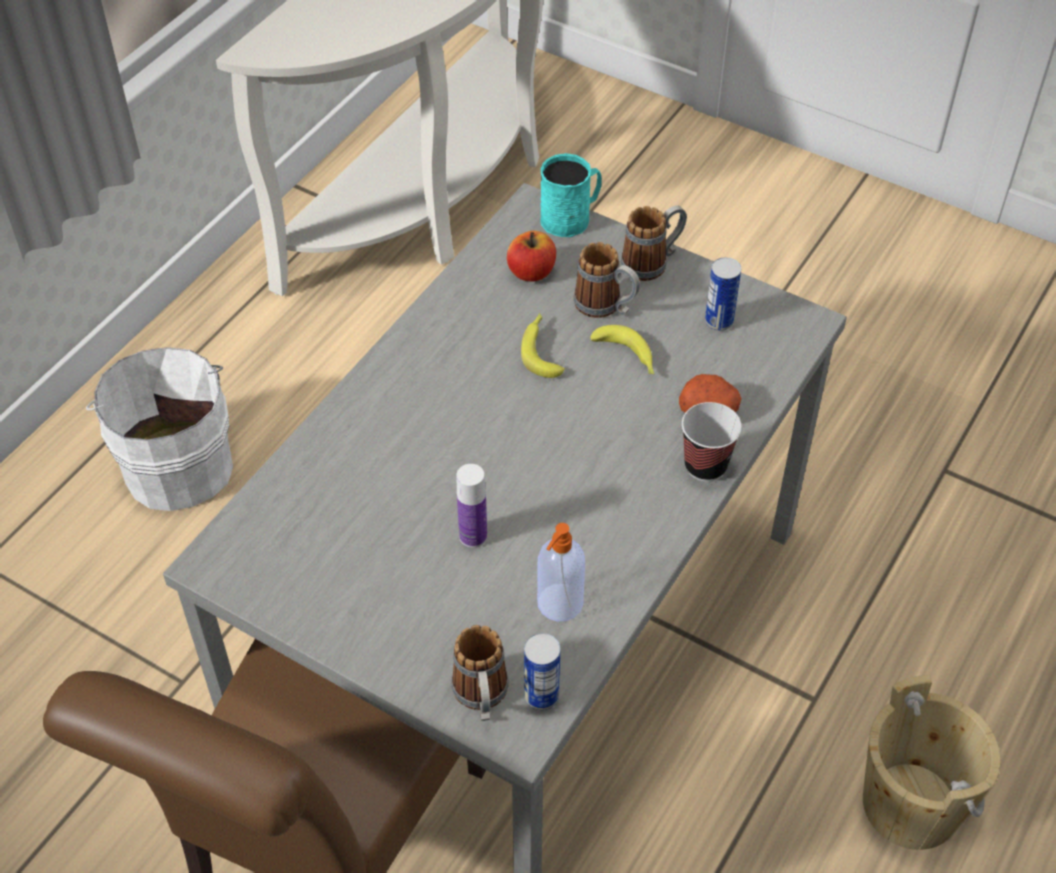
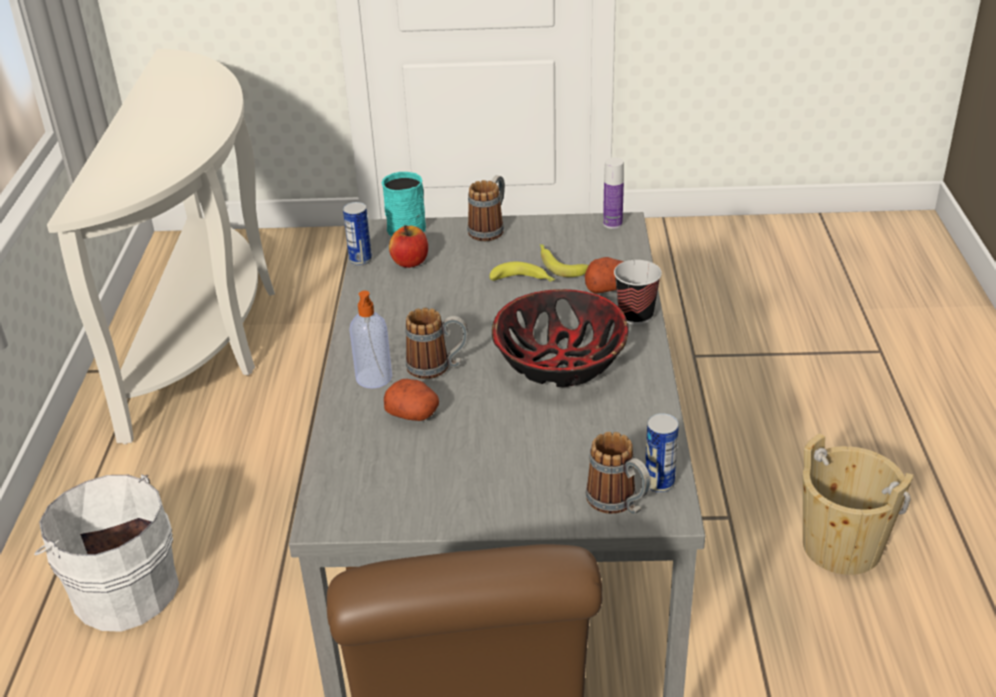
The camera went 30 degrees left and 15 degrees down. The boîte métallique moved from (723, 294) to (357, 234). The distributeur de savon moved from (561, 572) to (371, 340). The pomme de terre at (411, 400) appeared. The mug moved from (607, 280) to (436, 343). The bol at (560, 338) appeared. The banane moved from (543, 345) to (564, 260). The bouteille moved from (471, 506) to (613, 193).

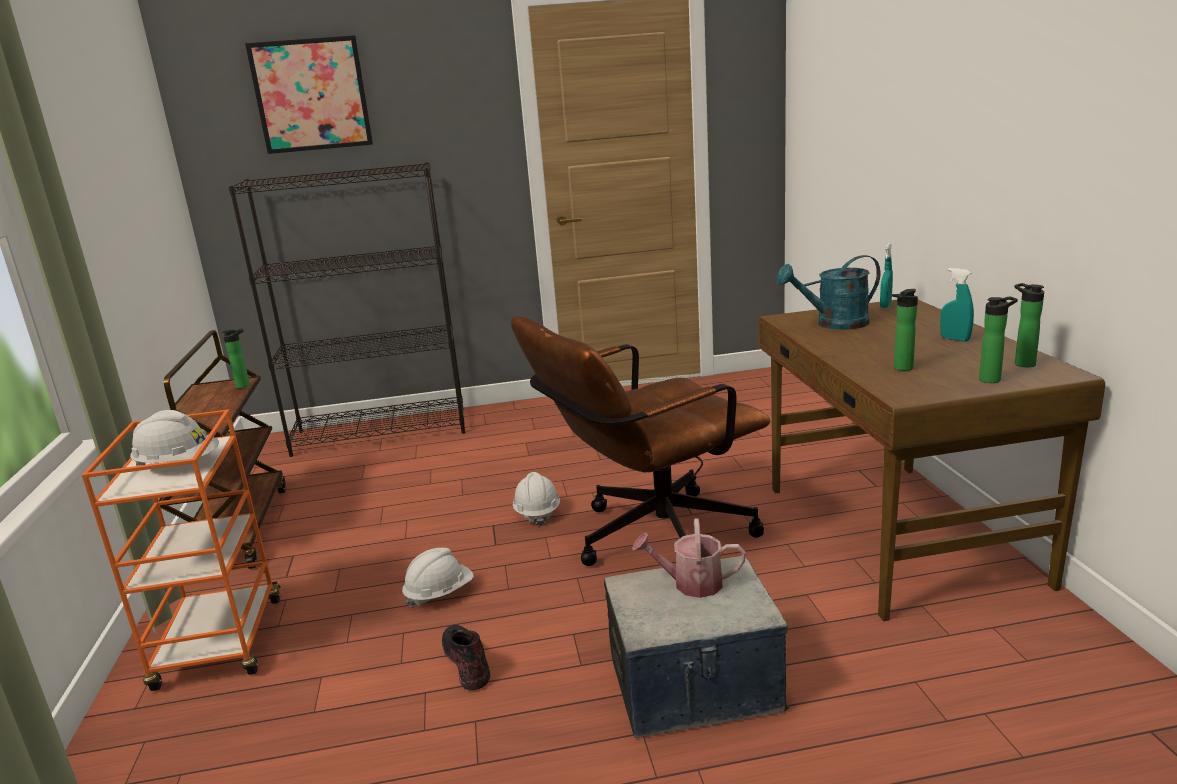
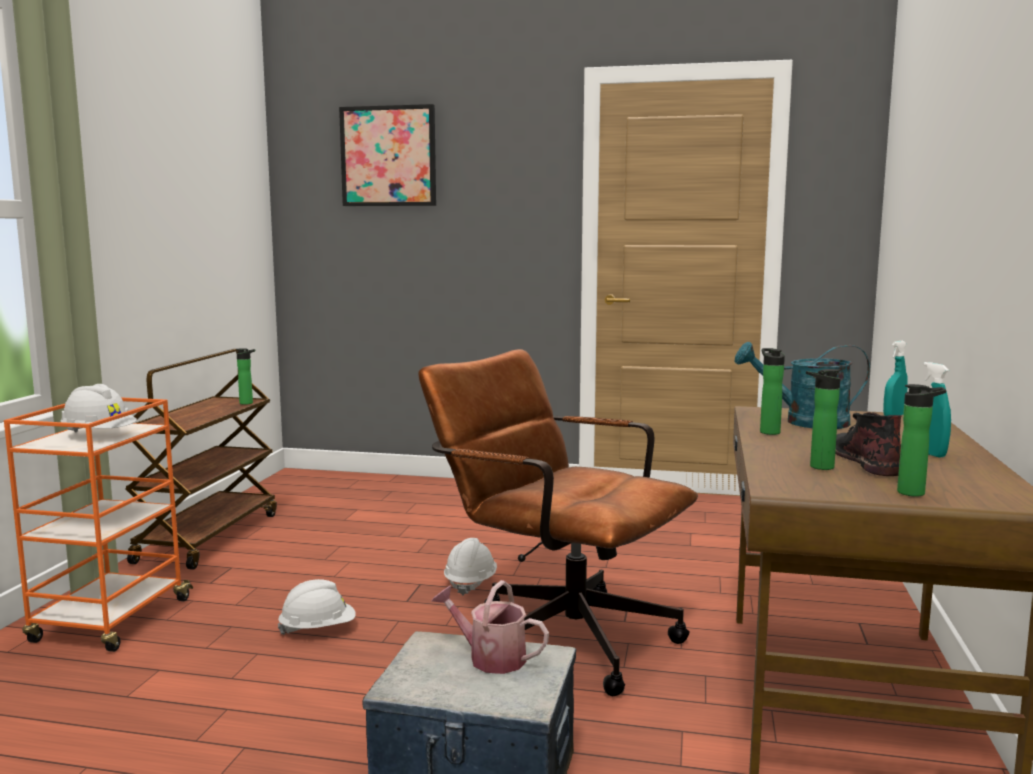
The camera went 20 degrees right and 10 degrees down. The chaise de bureau (marron) at (640, 441) turned 45 degrees clockwise. The bouteille moved from (1029, 325) to (772, 391). The botte (noir) moved from (466, 657) to (868, 444). The bibliothèque (noir) at (347, 309) disappeared.

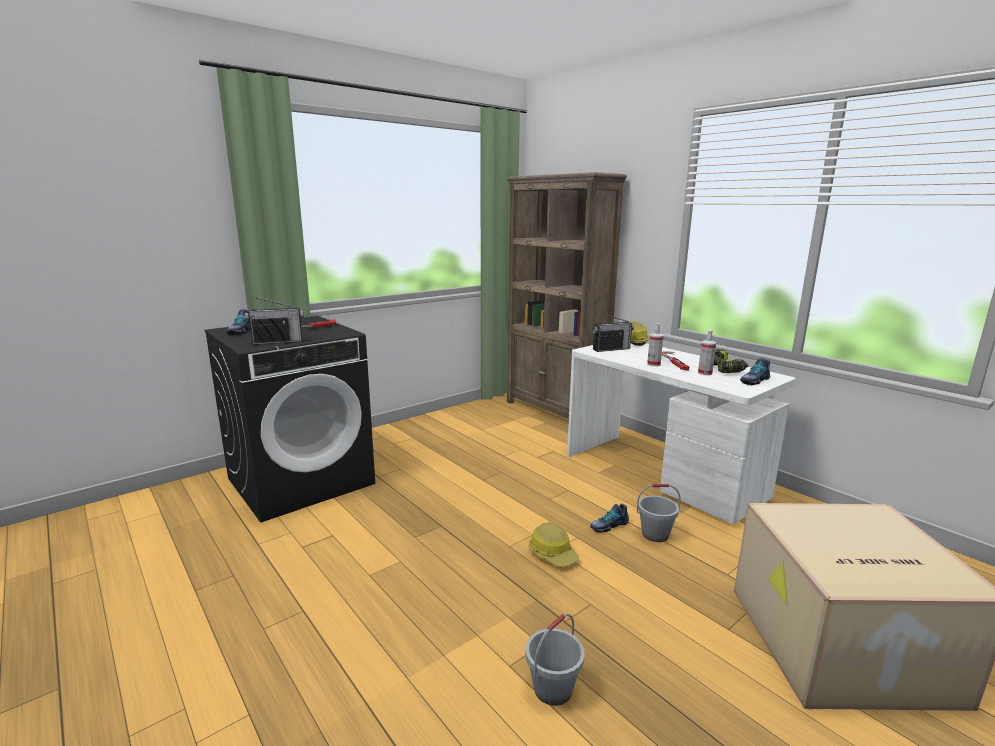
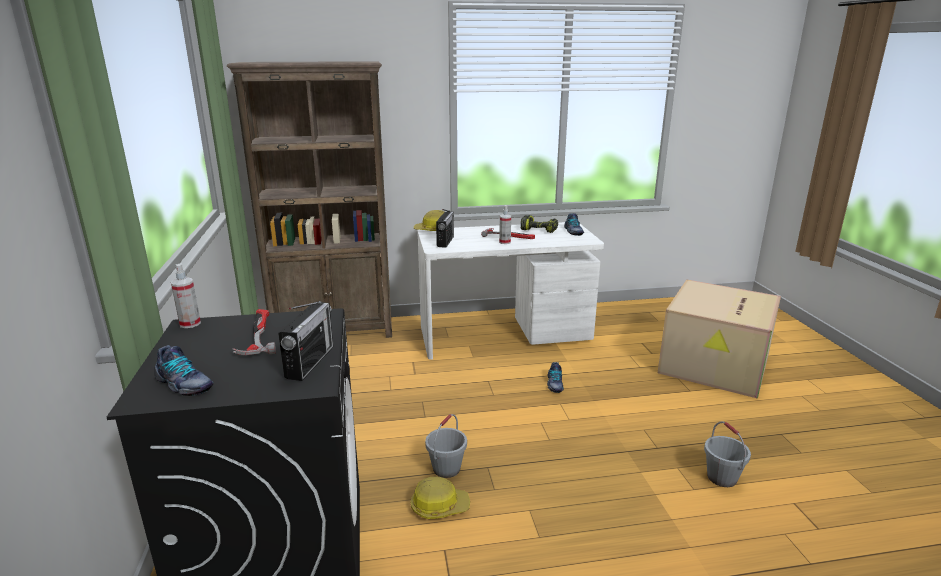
The camera went 60 degrees left and 5 degrees up. The vaporisateur moved from (707, 352) to (186, 295). The casque de chantier moved from (554, 544) to (440, 498). The seau (gris) moved from (658, 513) to (446, 446).

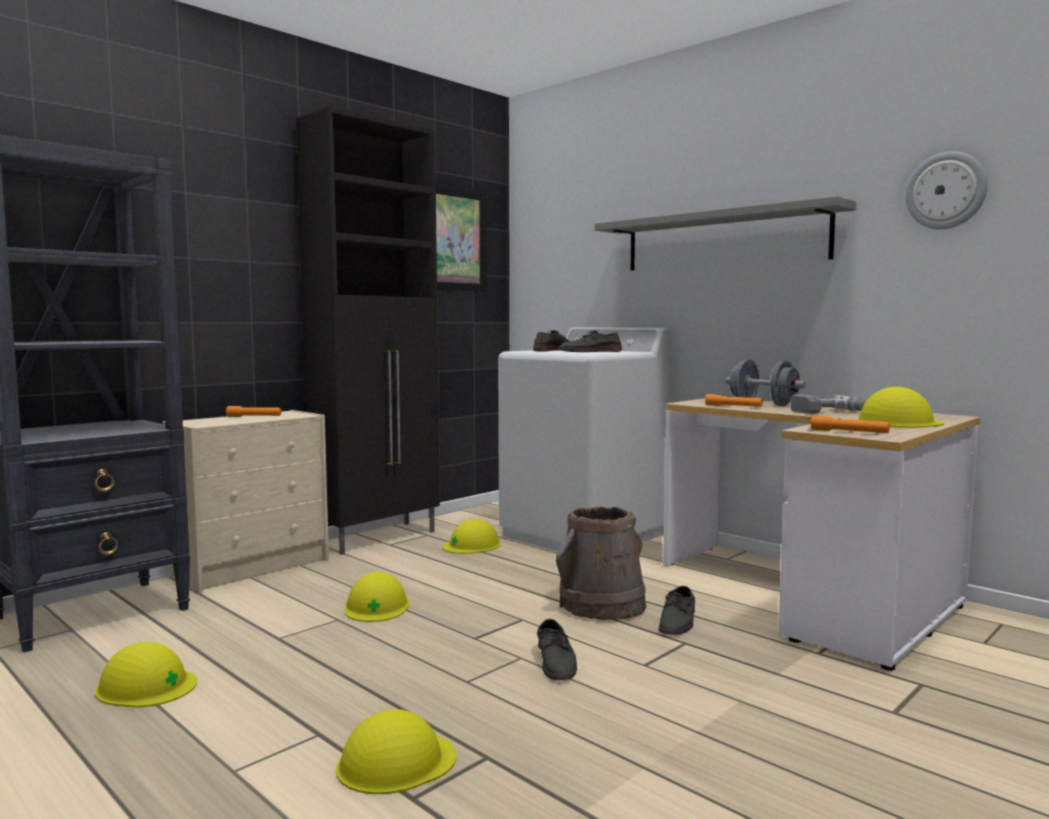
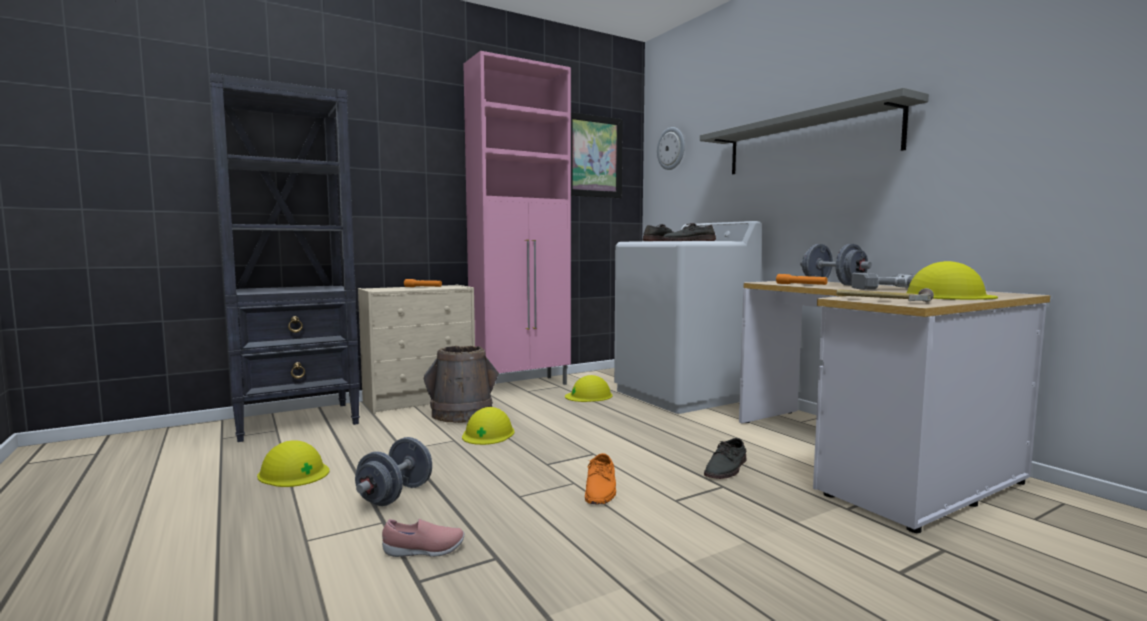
The camera went 15 degrees right and 0 degrees up. The haltère (gris) at (393, 471) appeared. The casque de chantier (jaune) at (396, 751) was replaced by the chaussure (rose) at (423, 538). The seau (marron) moved from (601, 563) to (461, 384). The meuble de rangement (noir) at (368, 331) became the meuble de rangement (rose) at (517, 222). The chaussure (gris) at (557, 649) became the chaussure (orange) at (600, 478). The horloge murale moved from (946, 190) to (671, 148). The lampe de poche (orange) at (850, 424) was replaced by the marteau at (885, 295).

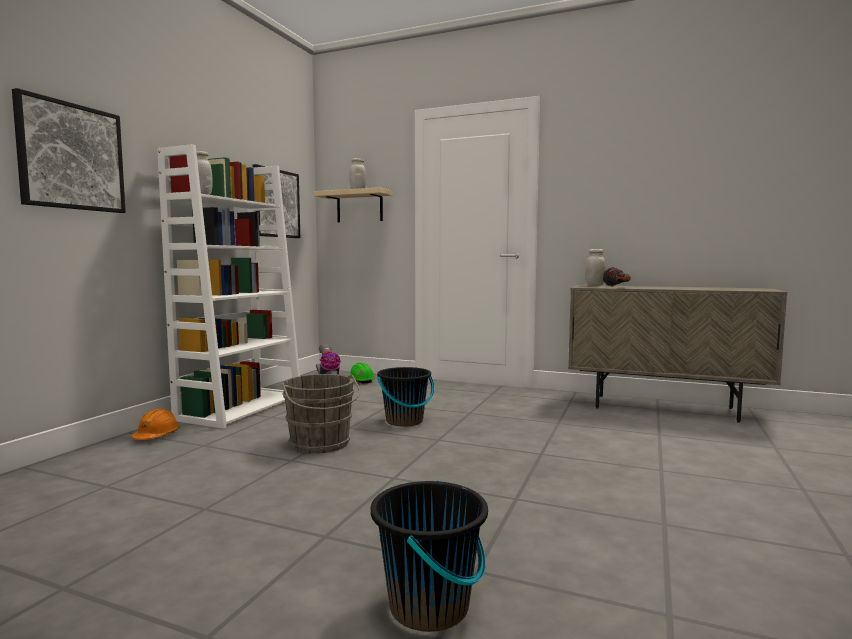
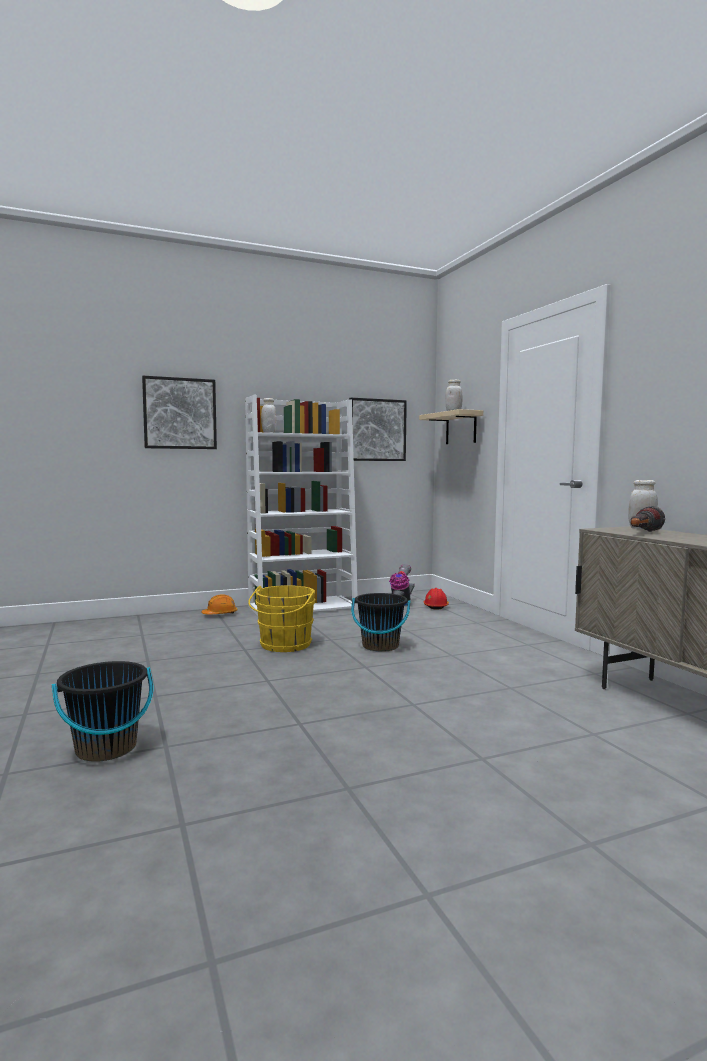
The camera went 45 degrees right and 0 degrees up. The seau (gris) at (321, 414) became the seau (jaune) at (282, 618). The casque de chantier (vert) at (361, 373) became the casque de chantier (rouge) at (436, 599).

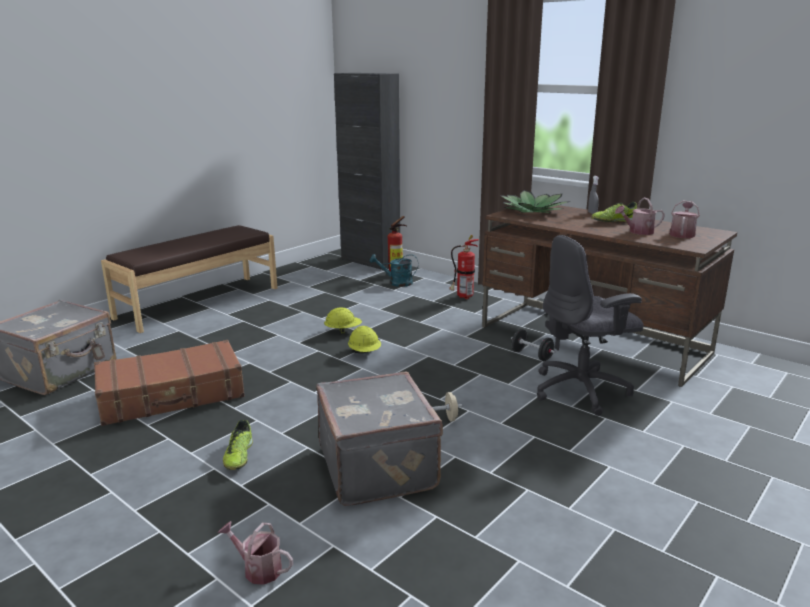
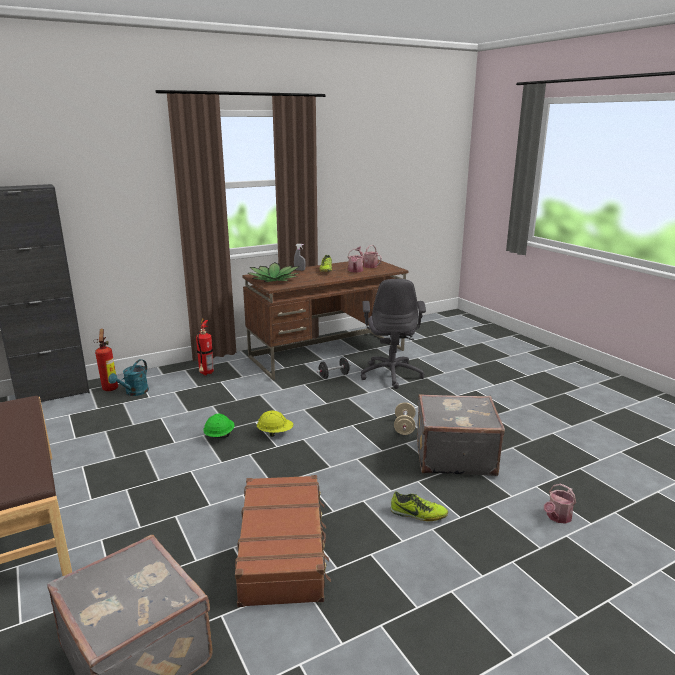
The camera went 70 degrees left and 0 degrees up. The casque de chantier (jaune) at (343, 320) became the casque de chantier (vert) at (218, 426).

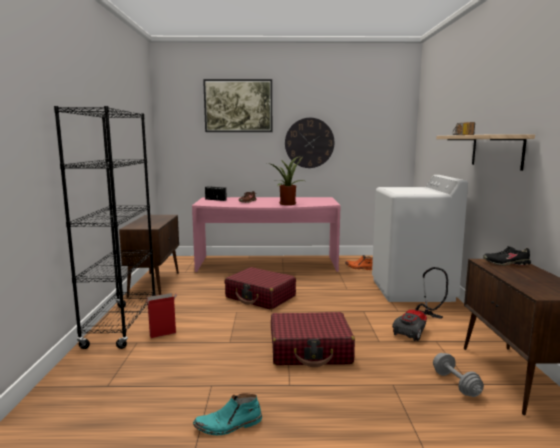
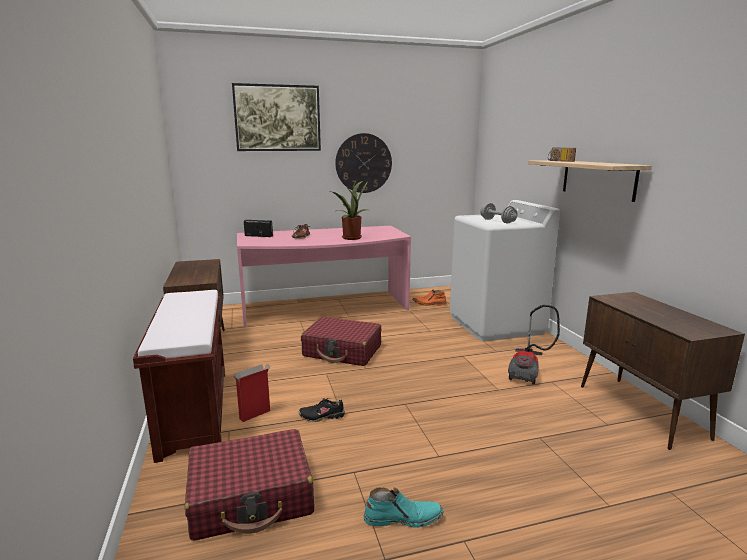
The camera went 15 degrees left and 5 degrees up. The bibliothèque (noir) at (104, 227) was replaced by the banc (marron) at (179, 376). The valise (rouge) moved from (313, 339) to (249, 485). The chaussure (noir) moved from (507, 255) to (322, 410). The botte (turquoise) at (227, 414) turned 150 degrees counterclockwise. The haltère (gris) moved from (458, 375) to (499, 213).

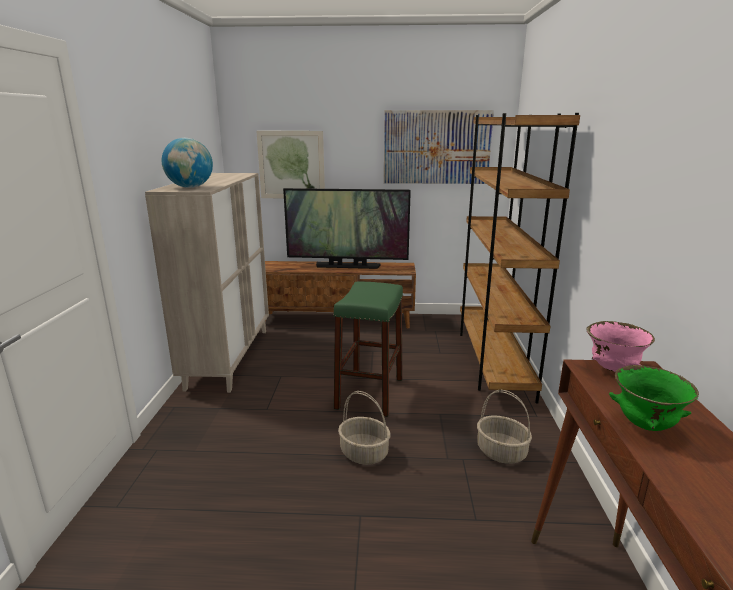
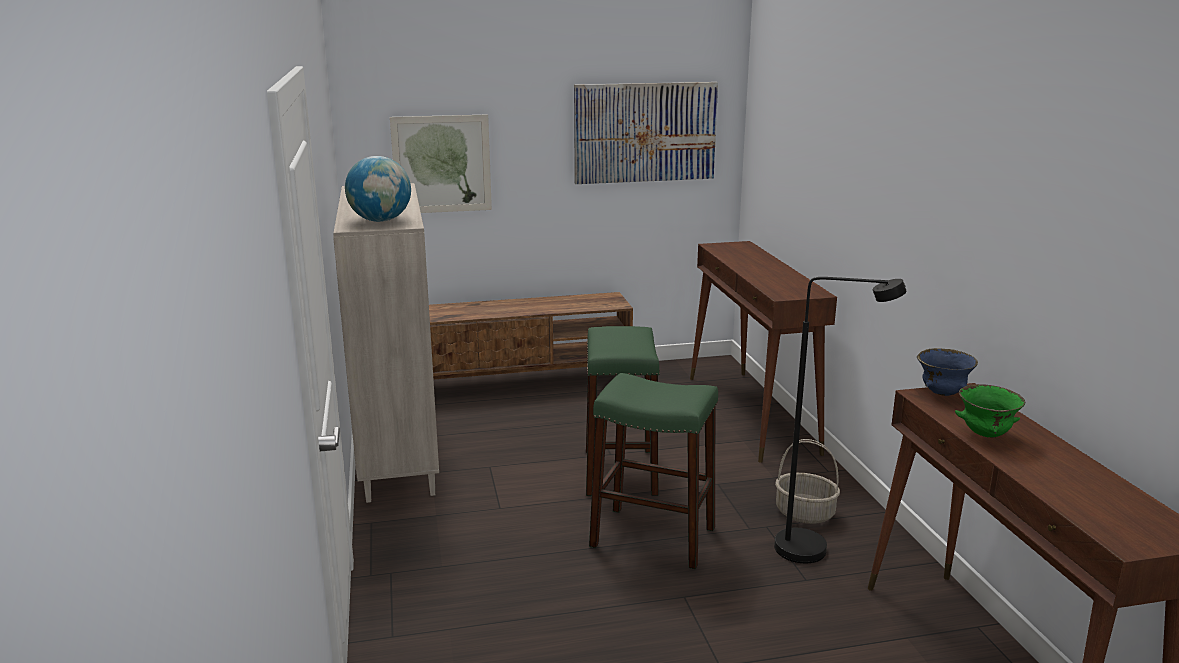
The camera went 15 degrees left and 0 degrees up. The panier at (364, 428) was replaced by the tabouret (vert) at (653, 471). The bibliothèque (marron) at (520, 258) was replaced by the table console (marron) at (763, 352). The lampadaire (noir) at (840, 420) appeared. The bol (rose) at (620, 346) became the bol (bleu) at (947, 372). The téléviseur at (347, 228) disappeared.

